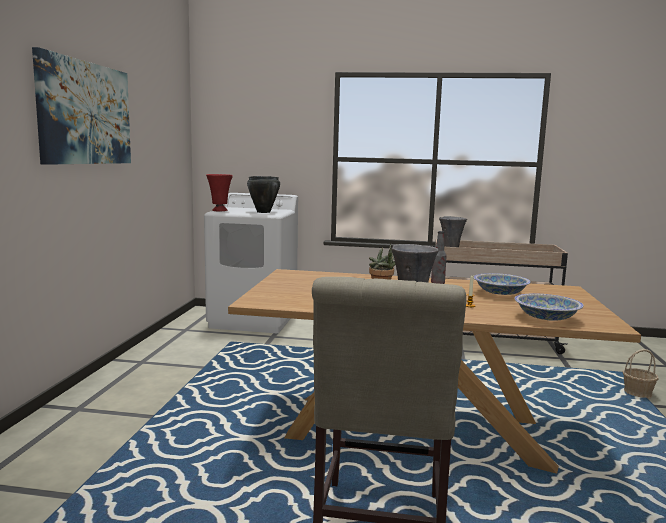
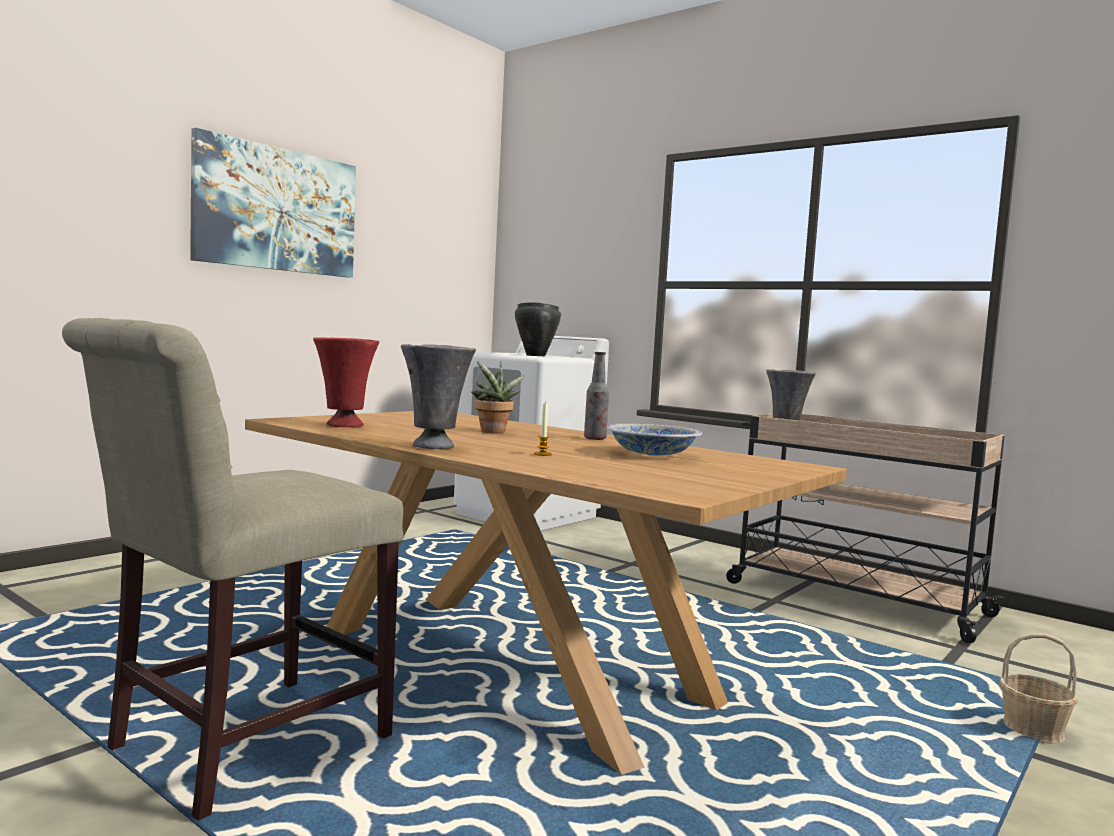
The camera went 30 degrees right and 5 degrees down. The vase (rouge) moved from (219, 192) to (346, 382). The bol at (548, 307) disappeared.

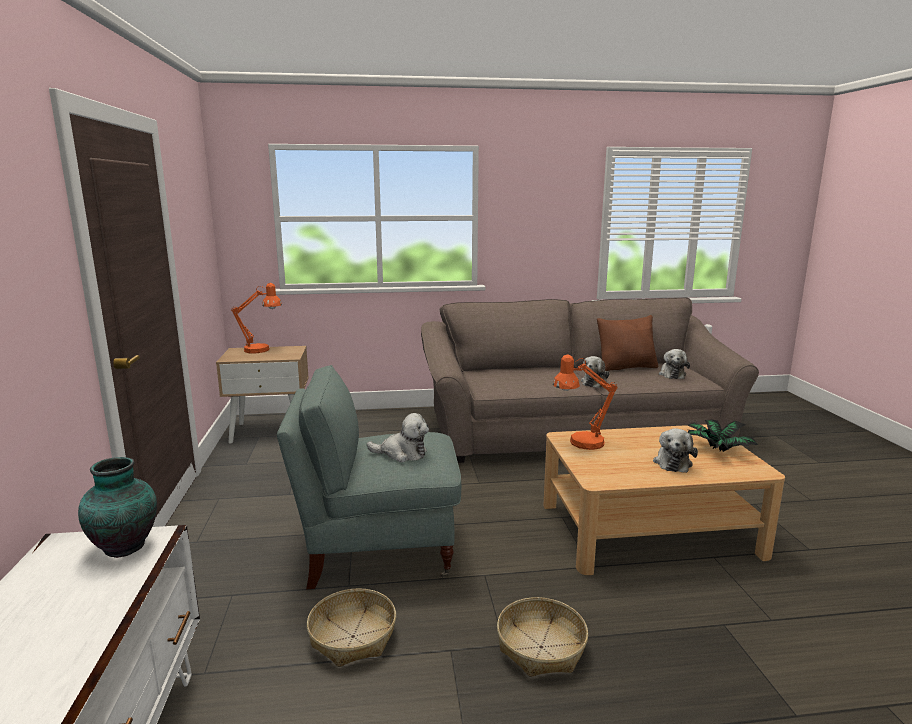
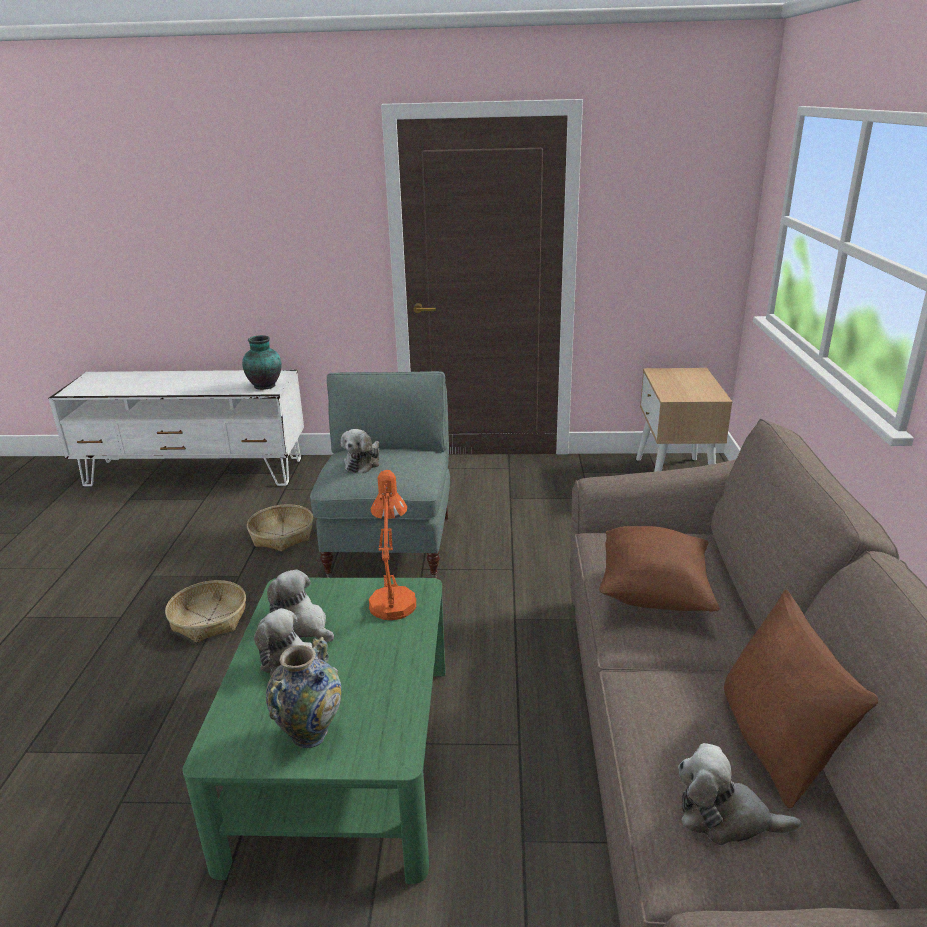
The camera went 100 degrees right and 10 degrees up. The table basse (beige) at (664, 499) became the table basse (vert) at (314, 731). The plante en pot at (722, 435) was replaced by the vase at (304, 692). The peluche moved from (595, 372) to (300, 605). The coussin (marron) at (659, 569) appeared. The lampe de table (orange) at (256, 318) disappeared.

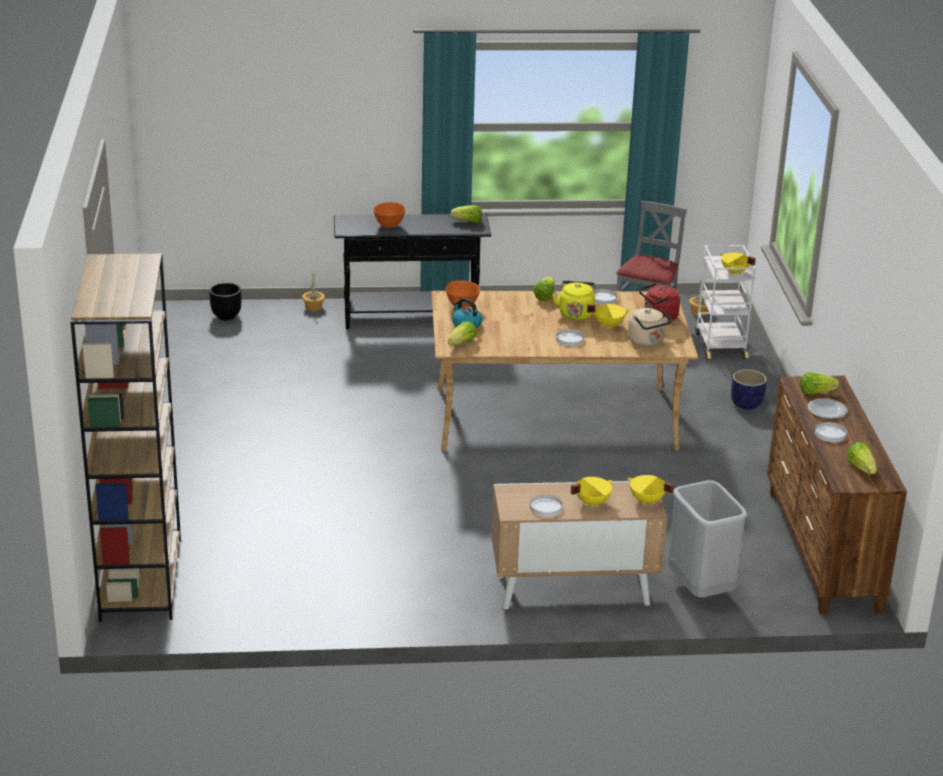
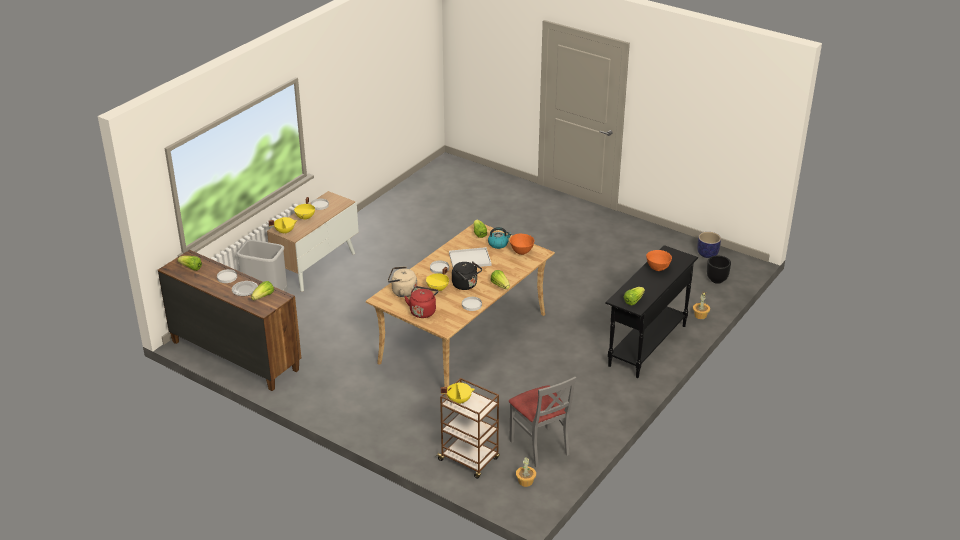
The camera went 130 degrees right and 5 degrees up. The chariot (blanc) at (725, 302) became the chariot (marron) at (468, 428). The plateau (blanc) at (470, 257) appeared. The bouilloire (jaune) at (573, 300) became the bouilloire (noir) at (467, 275). The cache-pot moved from (749, 389) to (709, 245). The bibliothèque (marron) at (125, 438) disappeared.

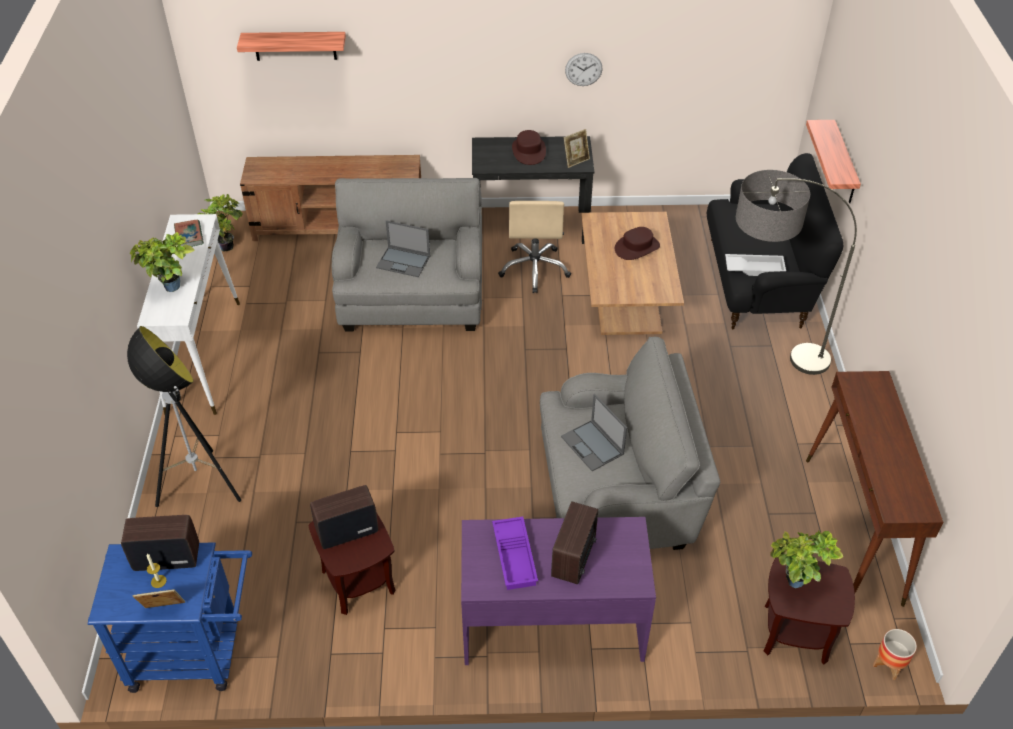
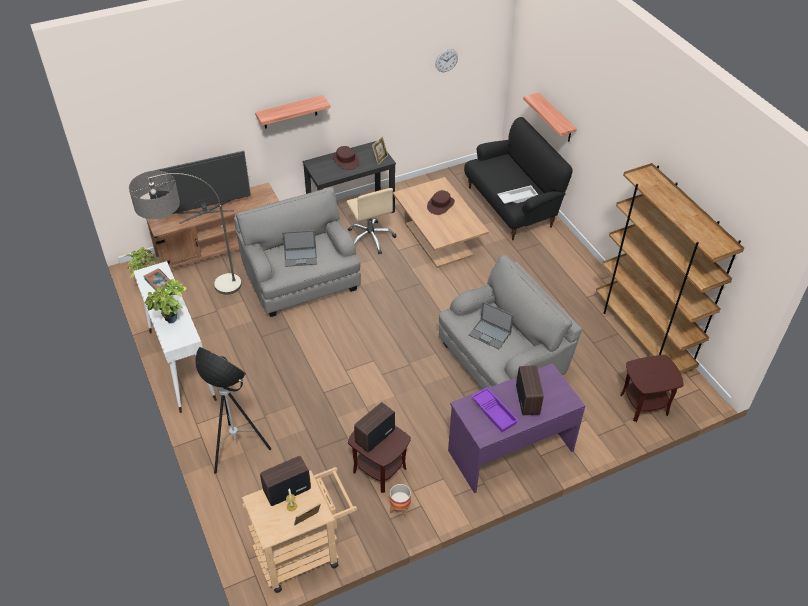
The camera went 25 degrees left and 0 degrees up. The lampadaire moved from (796, 272) to (185, 233). The téléviseur at (197, 187) appeared. The chariot (bleu) at (170, 617) became the chariot (beige) at (299, 530). The étagère moved from (291, 46) to (292, 112). The cache-pot moved from (895, 654) to (400, 500). The horloge murale moved from (584, 69) to (446, 60). The table console (marron) at (874, 489) was replaced by the bibliothèque (marron) at (670, 268). The plante en pot at (807, 559) disappeared.

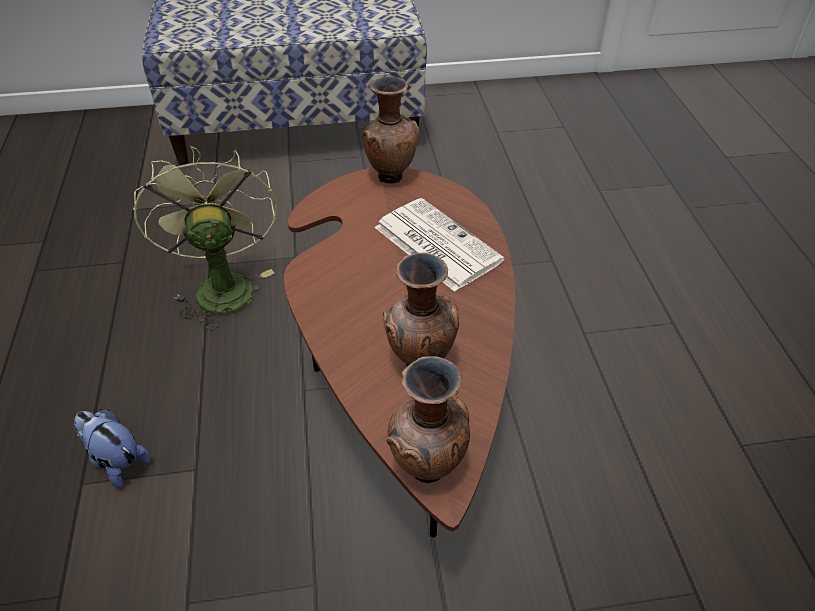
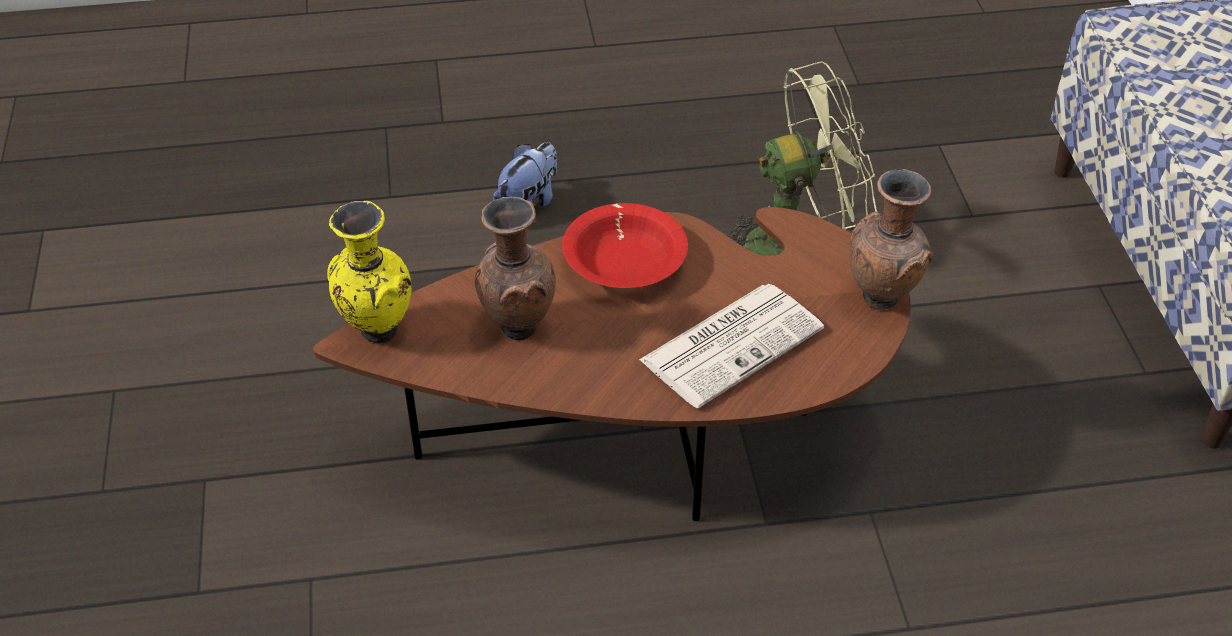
The camera went 90 degrees right and 0 degrees up. The vase (marron) at (428, 419) became the vase (jaune) at (369, 272). The bol (rouge) at (625, 245) appeared.

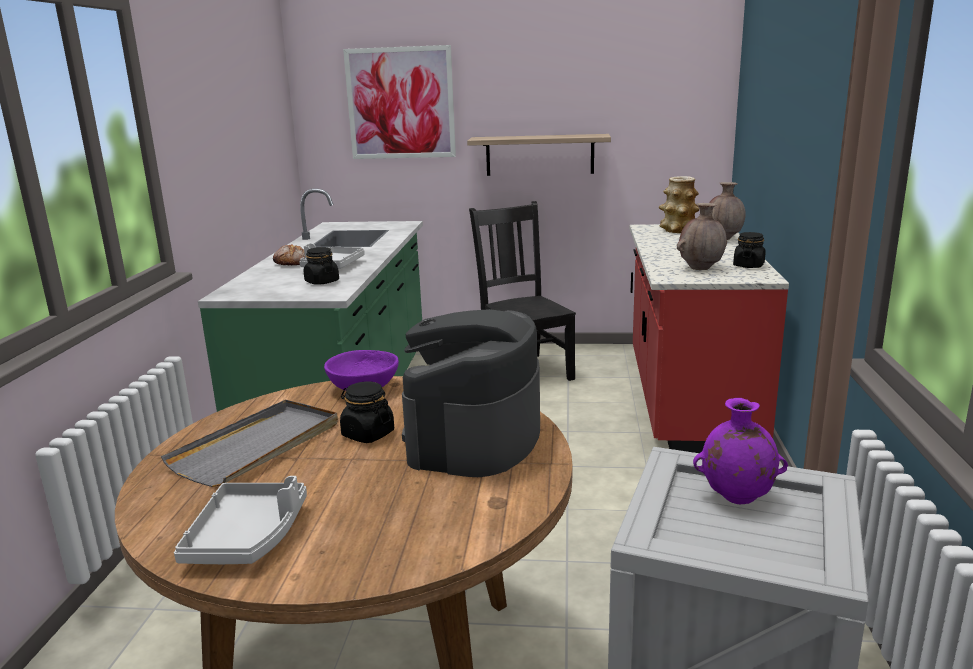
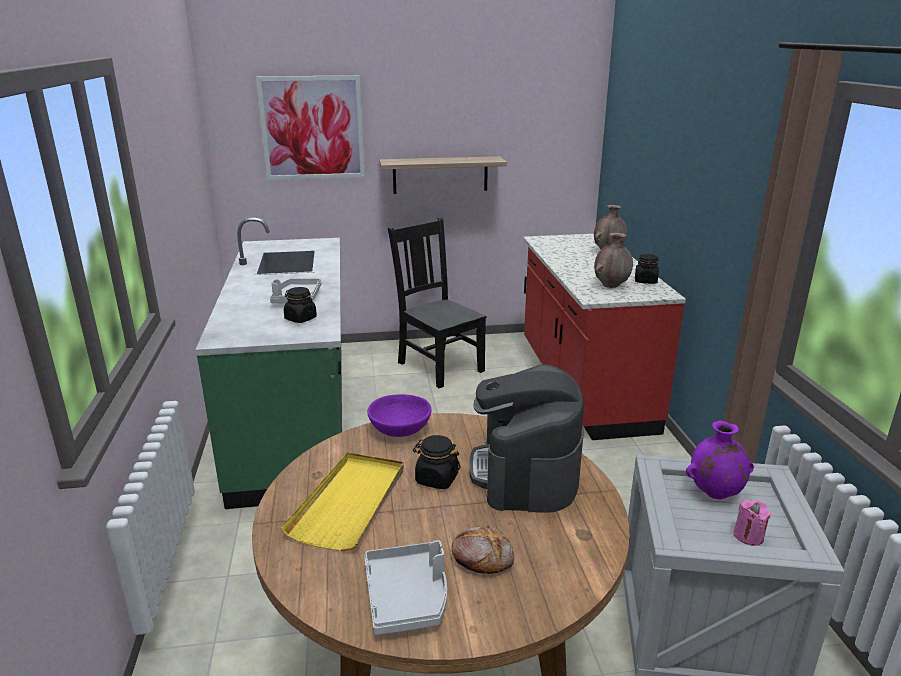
The camera went 15 degrees left and 5 degrees up. The plateau (gris) at (249, 443) became the plateau (jaune) at (342, 501). The pain moved from (289, 255) to (483, 550). The bougie (rose) at (752, 523) appeared. The vase at (679, 204) disappeared.

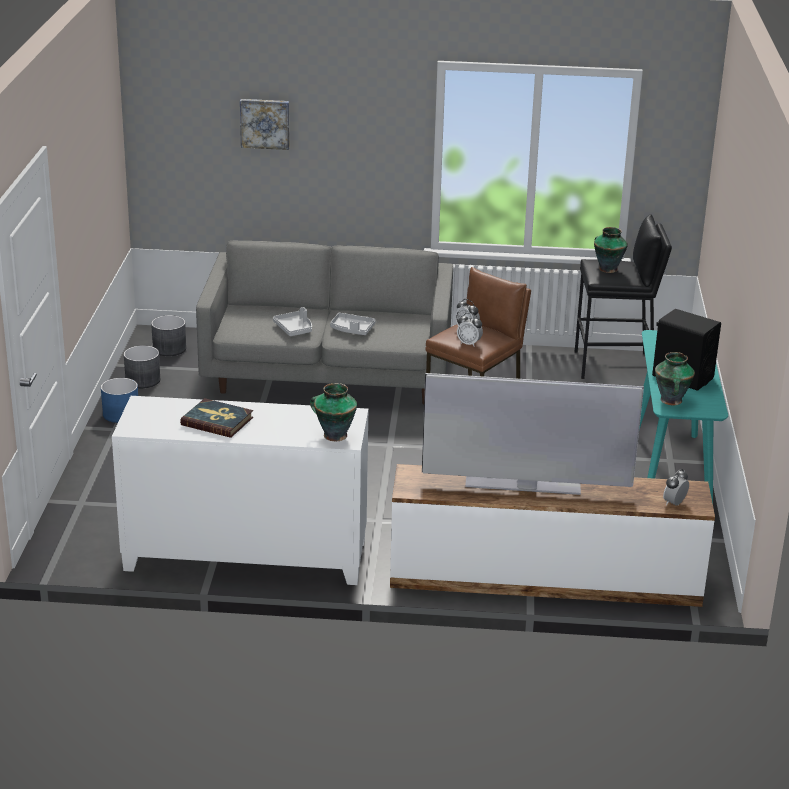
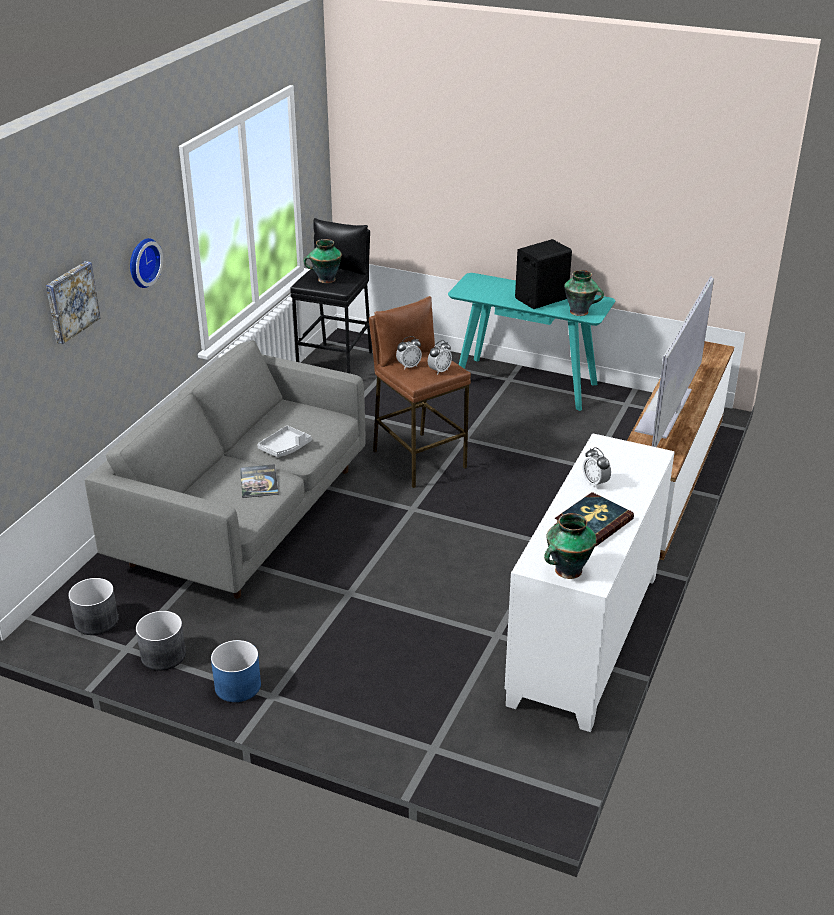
The camera went 70 degrees left and 5 degrees up. The horloge murale at (146, 263) appeared. The plateau (gris) at (292, 321) was replaced by the livre at (259, 481). The vase moved from (333, 412) to (570, 546). The réveil moved from (676, 487) to (597, 467).

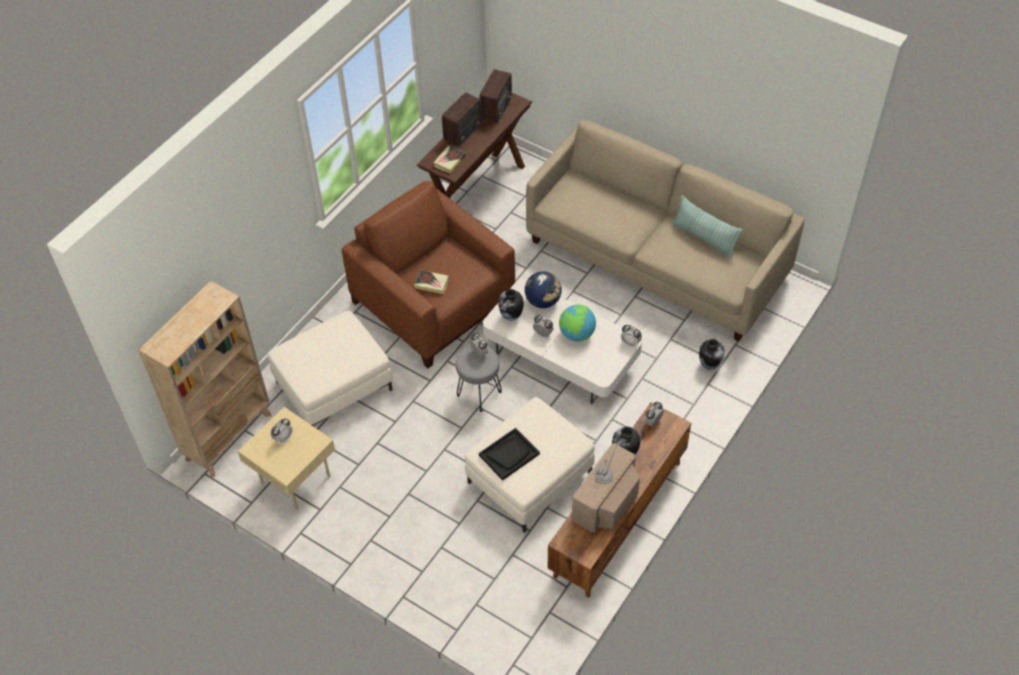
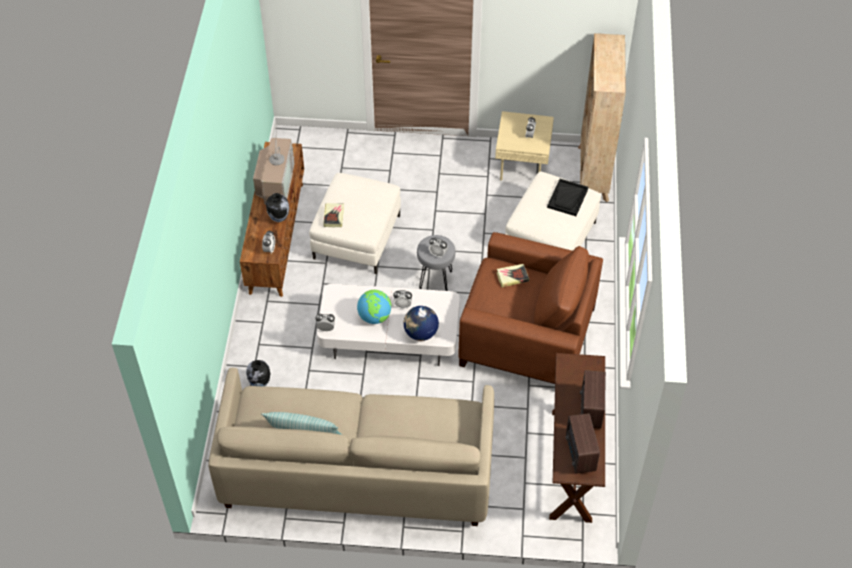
The camera went 150 degrees right and 0 degrees up. The livre moved from (449, 159) to (333, 215). The plateau (noir) moved from (509, 454) to (567, 197). The vase at (511, 305) disappeared.

